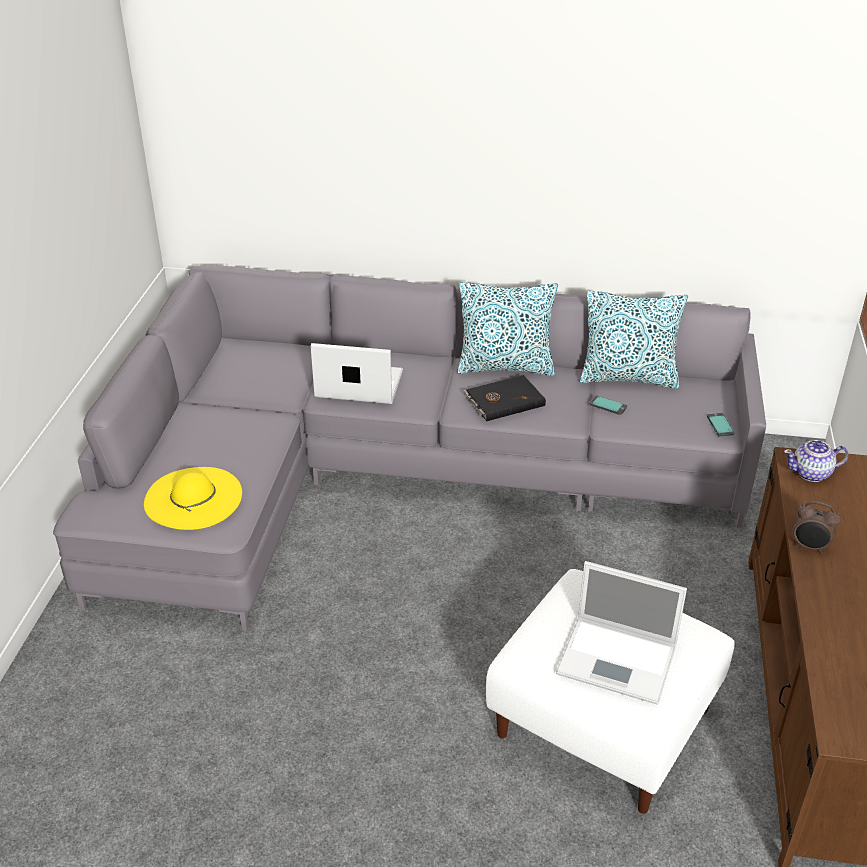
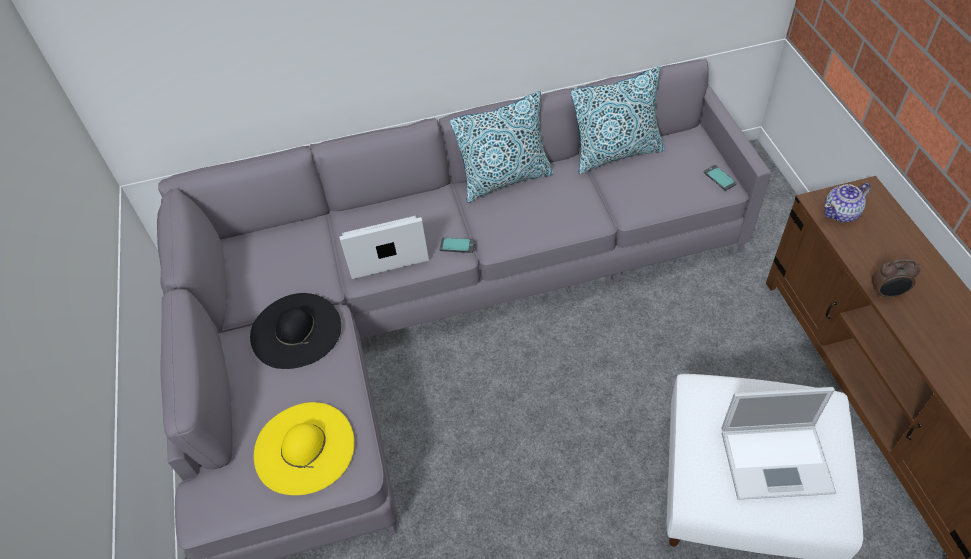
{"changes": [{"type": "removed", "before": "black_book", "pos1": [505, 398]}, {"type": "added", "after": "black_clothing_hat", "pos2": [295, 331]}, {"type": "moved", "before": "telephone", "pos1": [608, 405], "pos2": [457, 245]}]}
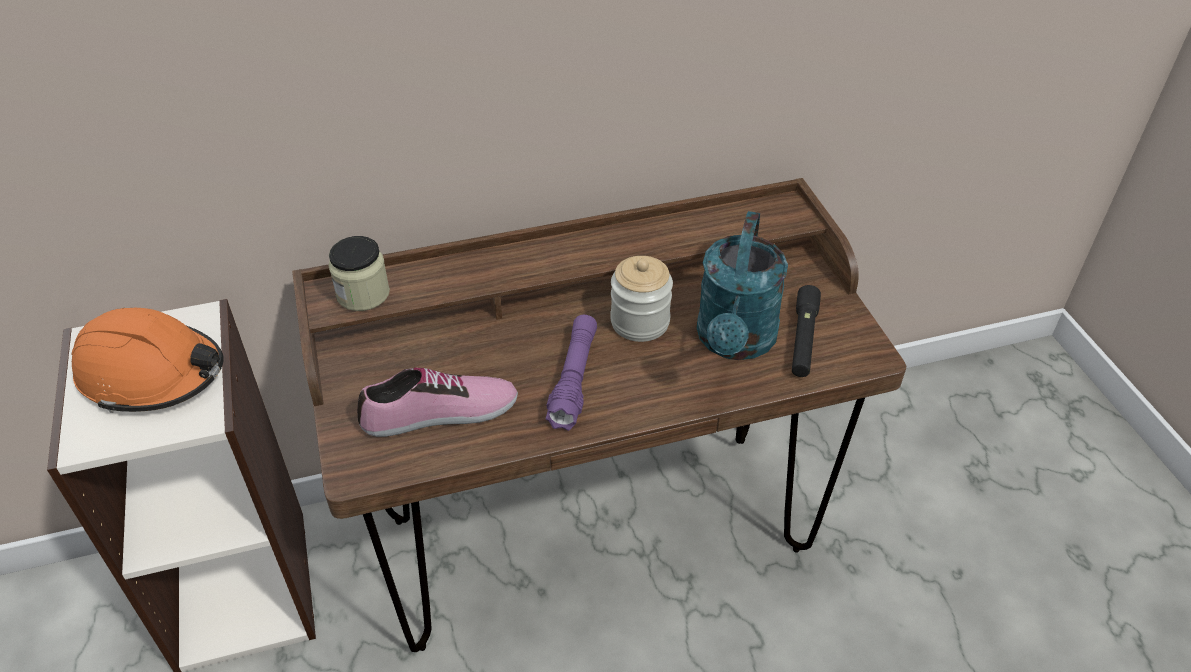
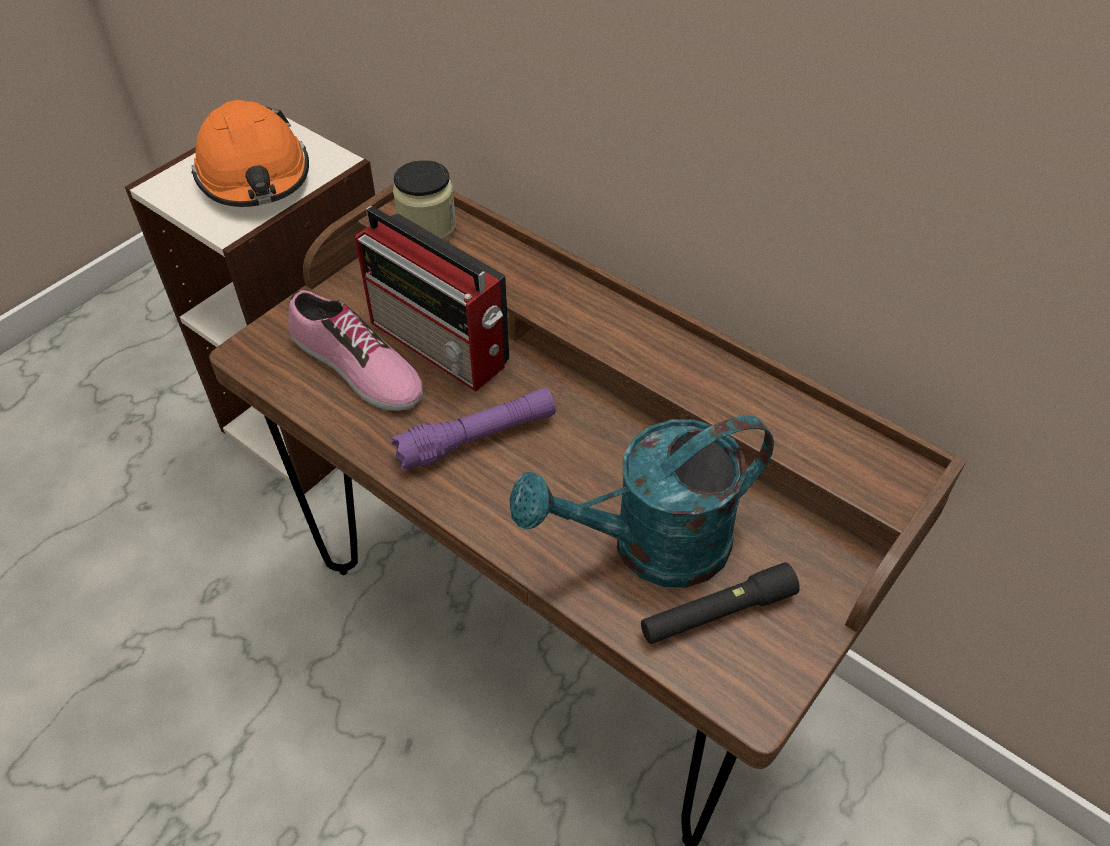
{"changes": [{"type": "removed", "before": "preserve_jar", "pos1": [641, 299]}, {"type": "added", "after": "radio", "pos2": [432, 299]}]}
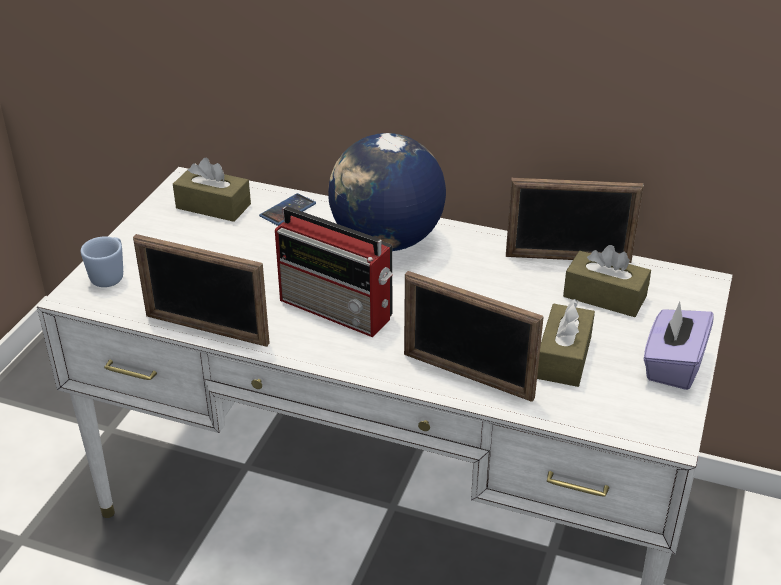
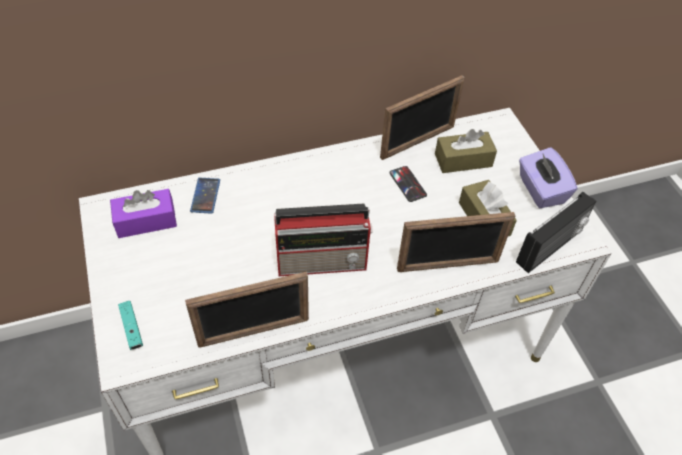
{"changes": [{"type": "removed", "before": "world_globe", "pos1": [387, 192]}, {"type": "added", "after": "telephone", "pos2": [408, 184]}, {"type": "added", "after": "radio", "pos2": [556, 232]}, {"type": "replaced", "before": "bluish_tea_mug", "after": "blue-green_gamepad", "pos1": [102, 261], "pos2": [130, 325]}, {"type": "recoloured", "before": "brown_tissue_box", "after": "purplish_tissue_box", "pos1": [212, 190], "pos2": [143, 213]}]}
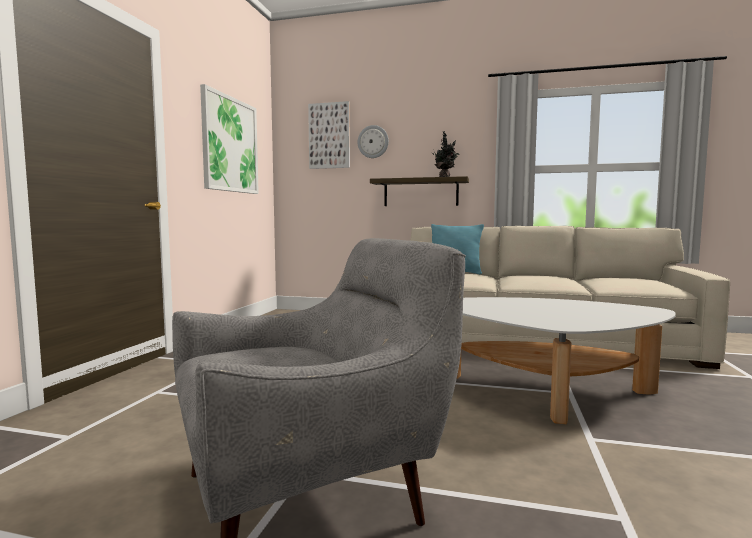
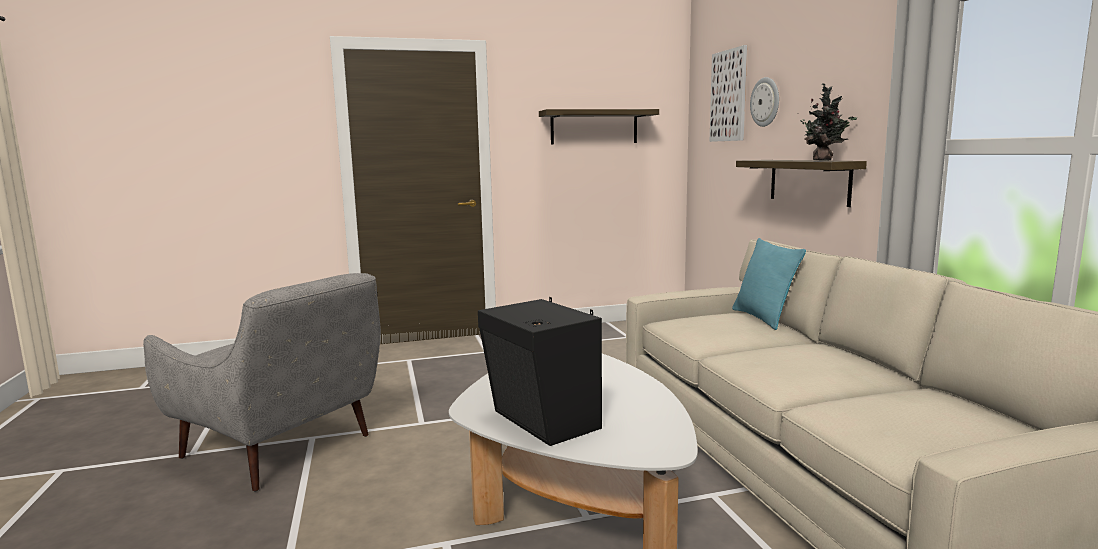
{"changes": [{"type": "added", "after": "black_loudspeaker", "pos2": [540, 371]}, {"type": "replaced", "before": "picture", "after": "shelf", "pos1": [229, 139], "pos2": [599, 127]}]}
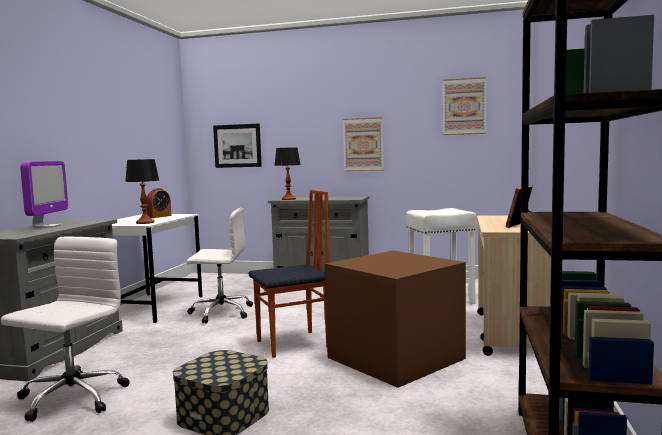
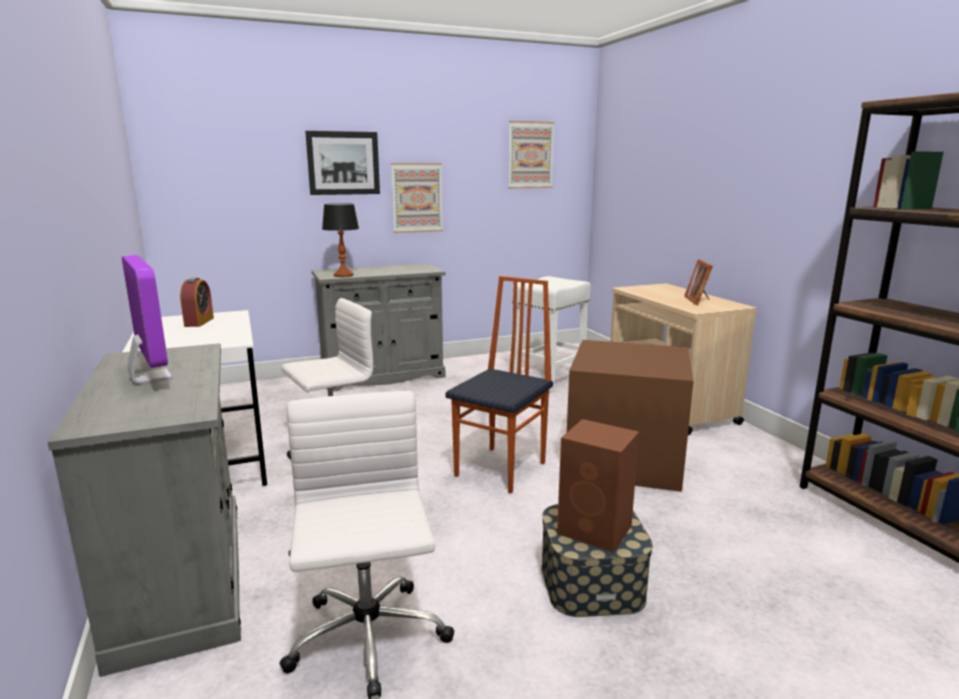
{"changes": [{"type": "removed", "before": "lamp_for_a_table", "pos1": [142, 191]}, {"type": "added", "after": "brown_loudspeaker", "pos2": [598, 486]}, {"type": "moved", "before": "picture", "pos1": [237, 146], "pos2": [342, 163]}]}
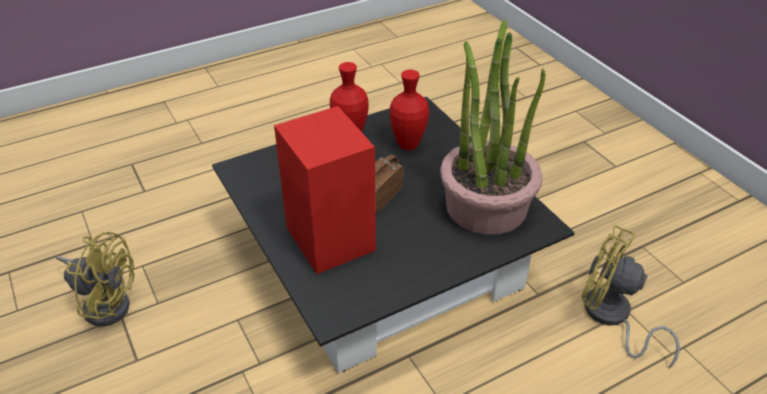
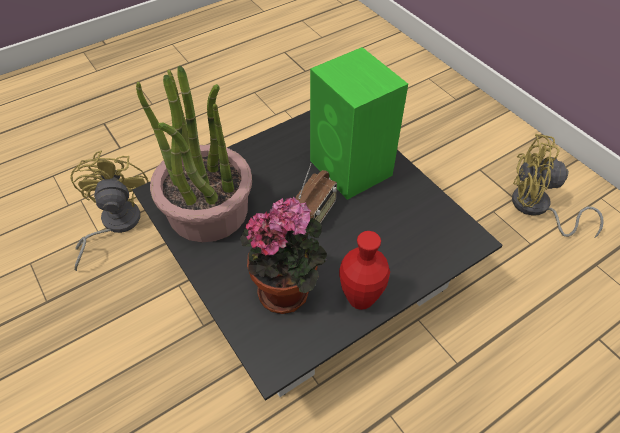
{"changes": [{"type": "replaced", "before": "red_flower_vase", "after": "plant_in_a_pot", "pos1": [409, 110], "pos2": [283, 255]}, {"type": "recoloured", "before": "red_loudspeaker", "after": "green_loudspeaker", "pos1": [325, 190], "pos2": [359, 123]}, {"type": "turned", "before": "yellow-coloured_fan", "pos1": [630, 297], "pos2": [109, 211], "turn": -120}]}
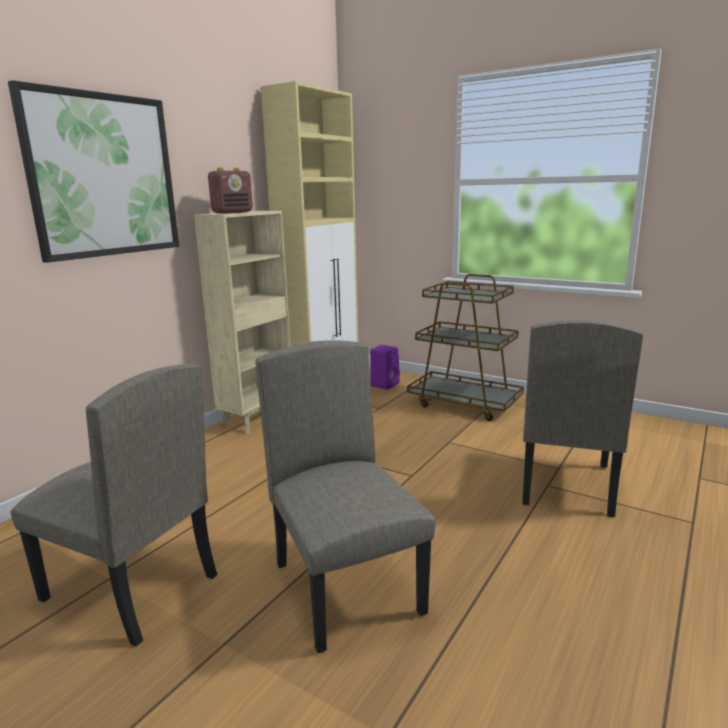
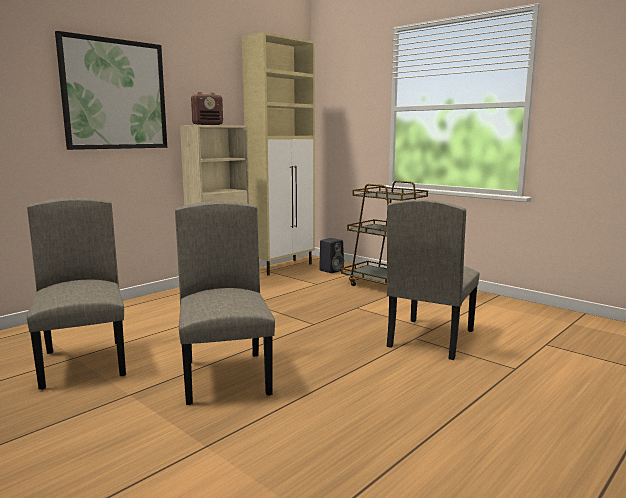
{"changes": [{"type": "recoloured", "before": "purplish_loudspeaker", "after": "black_loudspeaker", "pos1": [385, 367], "pos2": [331, 255]}, {"type": "turned", "before": "beige_upright_chair", "pos1": [113, 505], "pos2": [76, 293], "turn": -150}]}
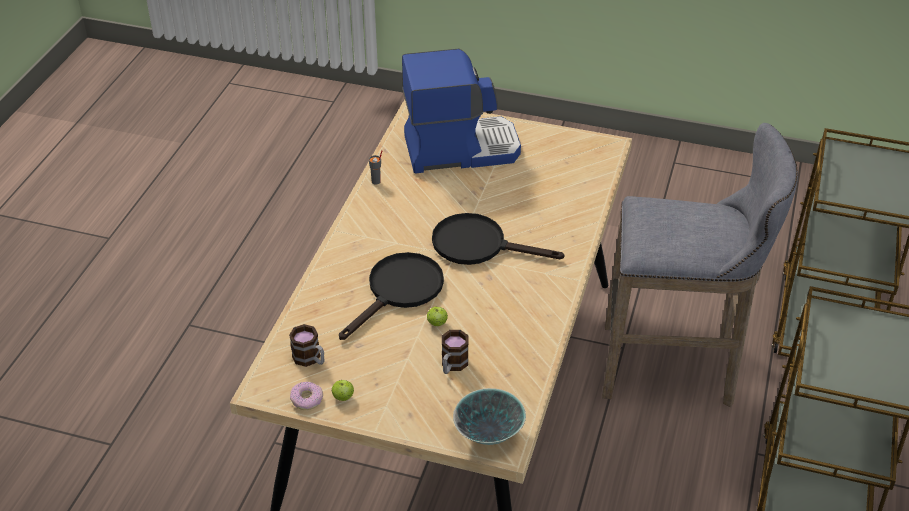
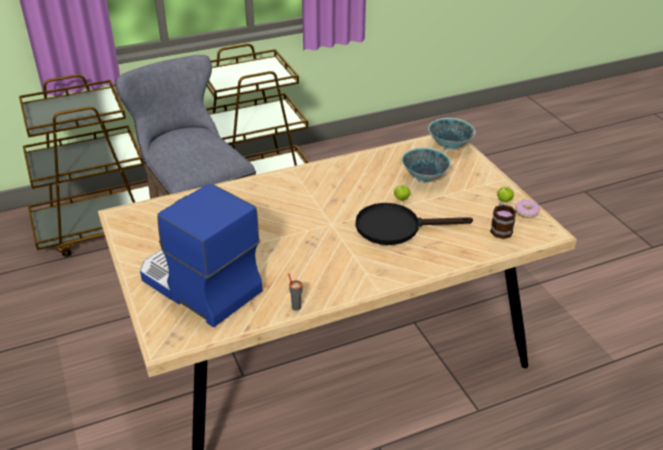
{"changes": [{"type": "removed", "before": "black_skillet", "pos1": [498, 239]}, {"type": "replaced", "before": "tea_mug", "after": "serving_bowl", "pos1": [455, 352], "pos2": [426, 165]}]}
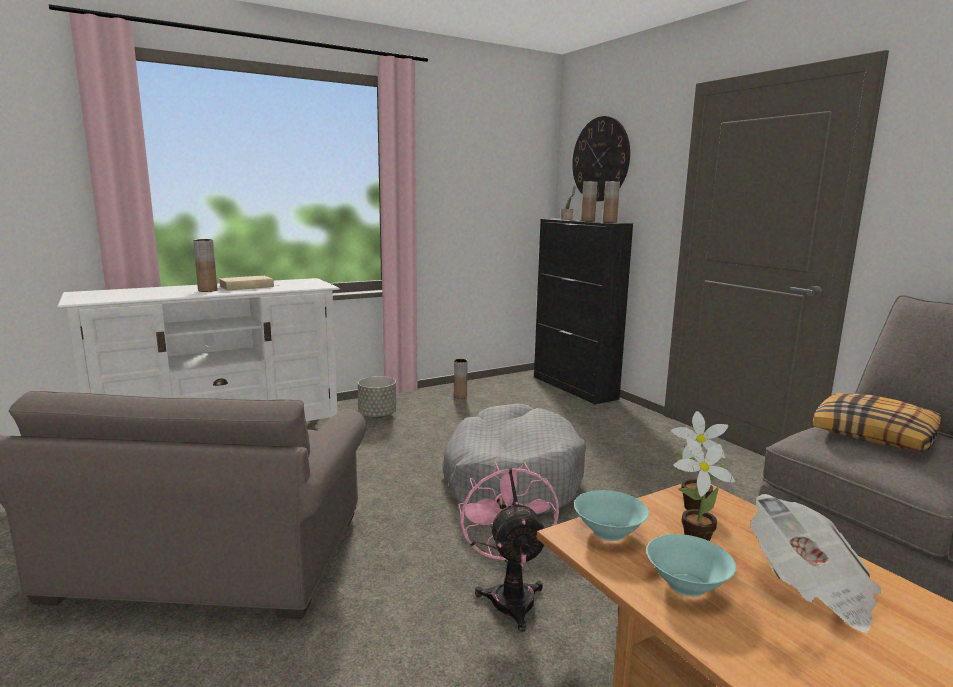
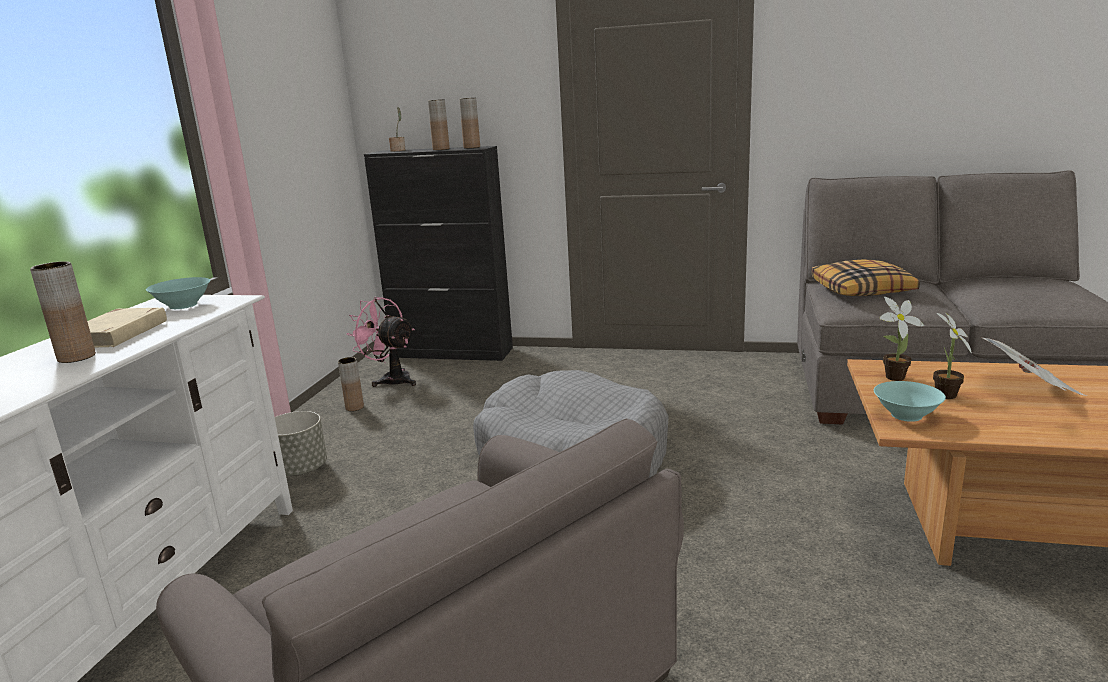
{"changes": [{"type": "removed", "before": "wall_clock", "pos1": [601, 158]}, {"type": "moved", "before": "pink_fan", "pos1": [509, 547], "pos2": [381, 342]}, {"type": "moved", "before": "blue-green_serving_bowl", "pos1": [691, 565], "pos2": [178, 293]}]}
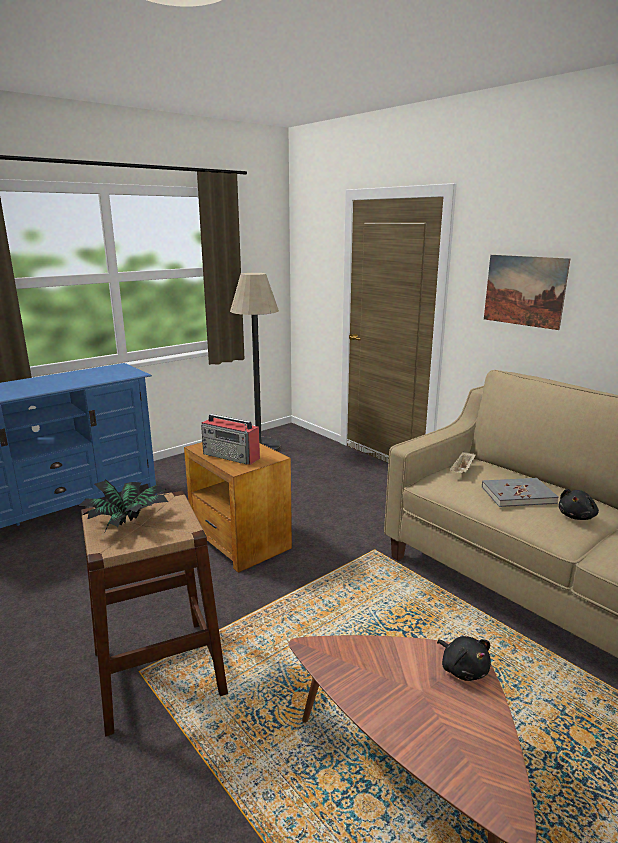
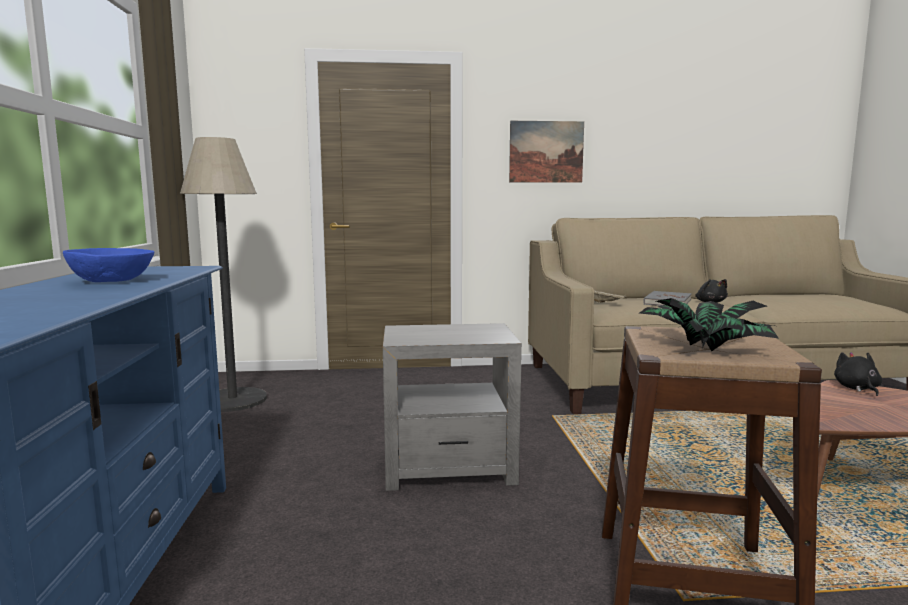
{"changes": [{"type": "removed", "before": "radio", "pos1": [230, 439]}, {"type": "added", "after": "bluish_serving_bowl", "pos2": [108, 265]}, {"type": "recoloured", "before": "brown_accent_table", "after": "grey_accent_table", "pos1": [238, 507], "pos2": [452, 407]}, {"type": "turned", "before": "black_cuddly_toy", "pos1": [464, 658], "pos2": [858, 374], "turn": -90}]}
